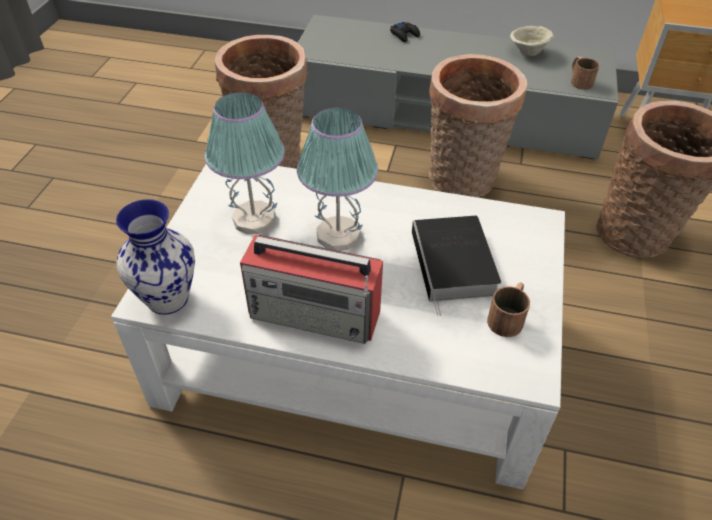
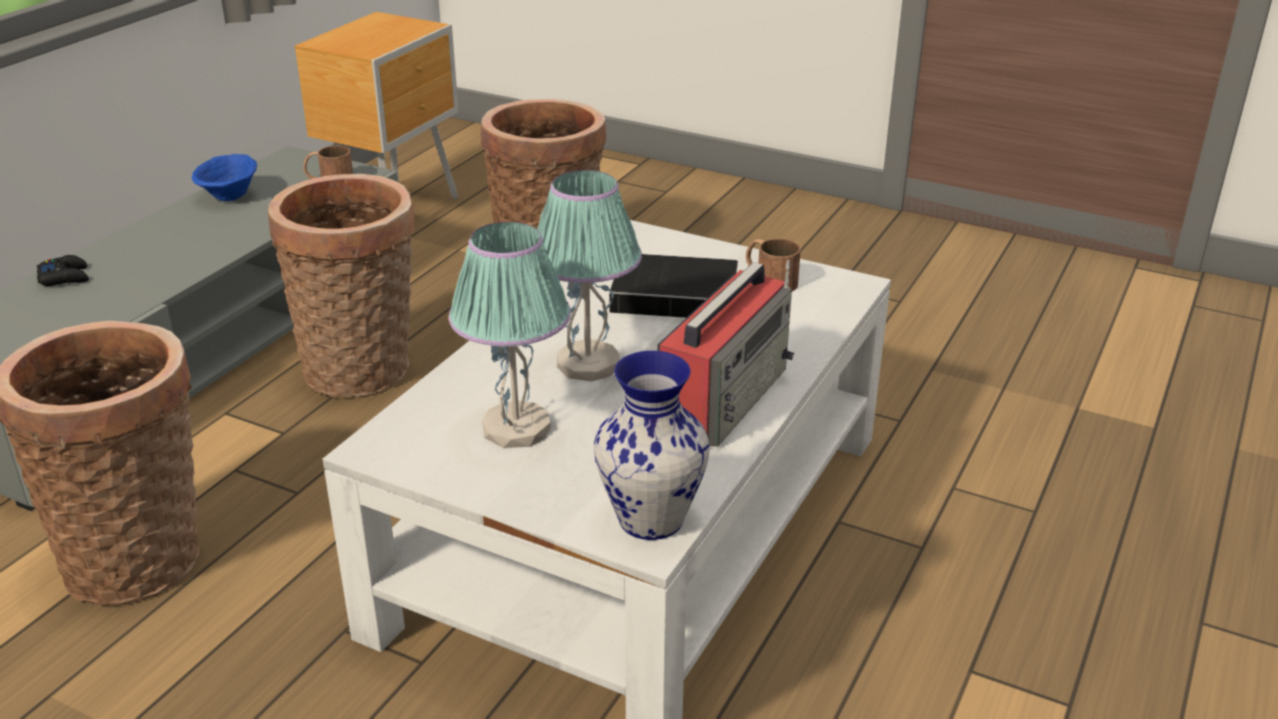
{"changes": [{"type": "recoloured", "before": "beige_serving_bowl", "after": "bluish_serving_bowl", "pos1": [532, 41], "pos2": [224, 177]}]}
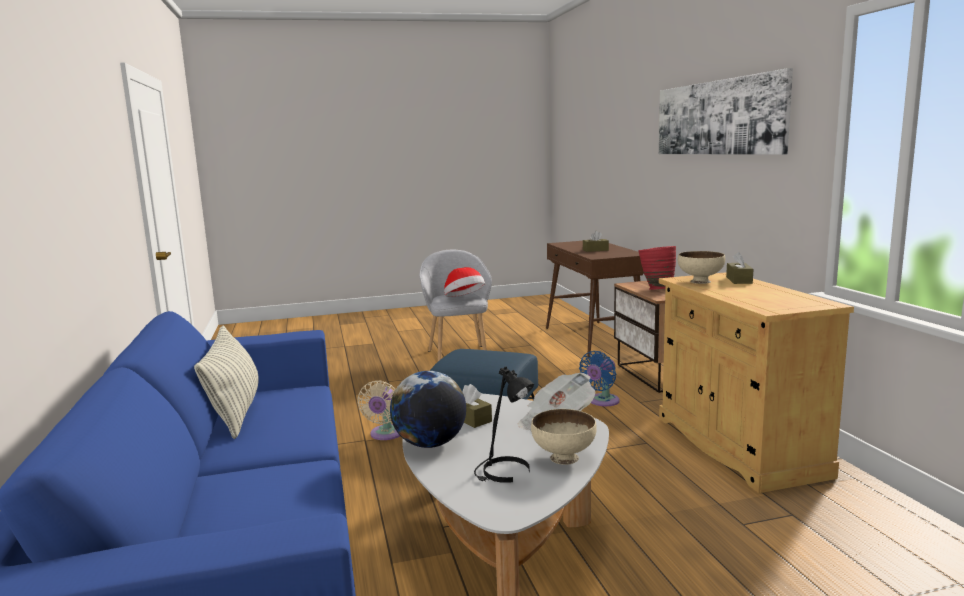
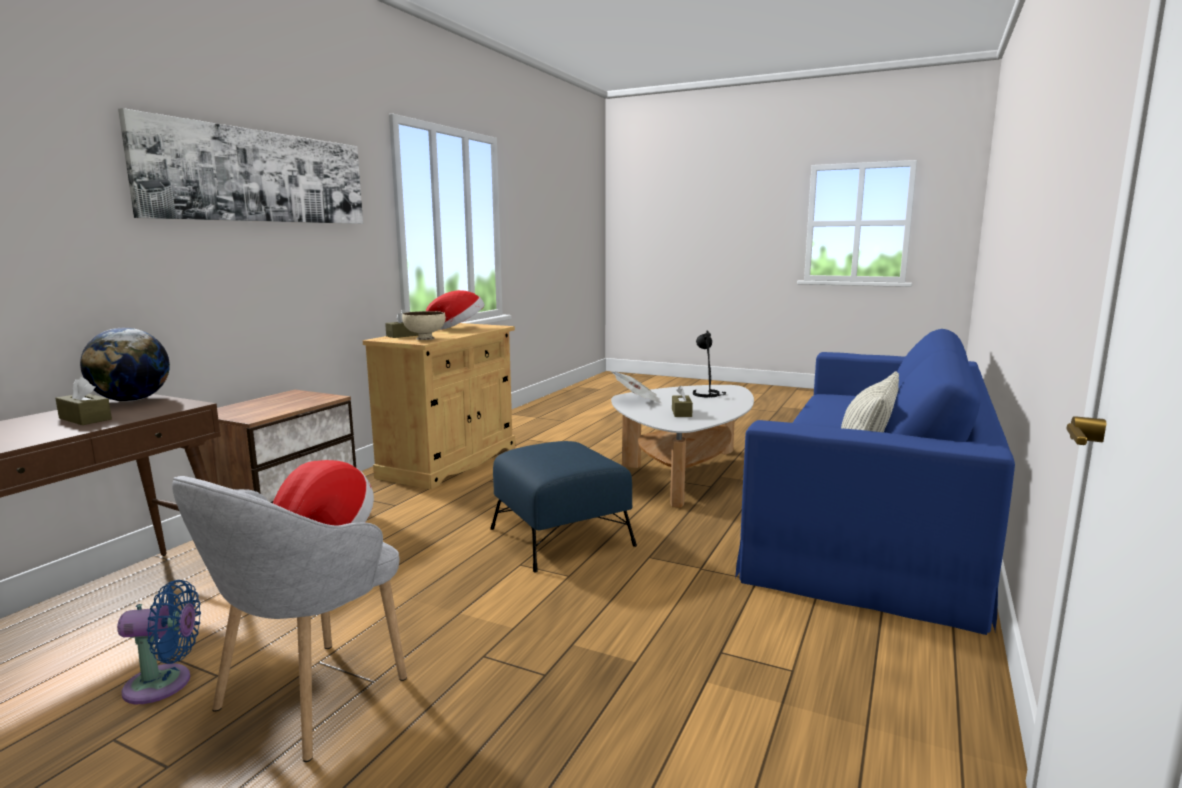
{"changes": [{"type": "removed", "before": "beige_fan", "pos1": [378, 410]}, {"type": "removed", "before": "beige_serving_bowl", "pos1": [564, 437]}, {"type": "removed", "before": "red_flower_vase", "pos1": [657, 268]}, {"type": "added", "after": "clothing_hat", "pos2": [455, 310]}, {"type": "moved", "before": "world_globe", "pos1": [428, 409], "pos2": [125, 365]}, {"type": "moved", "before": "bluish_fan", "pos1": [599, 378], "pos2": [159, 642]}]}
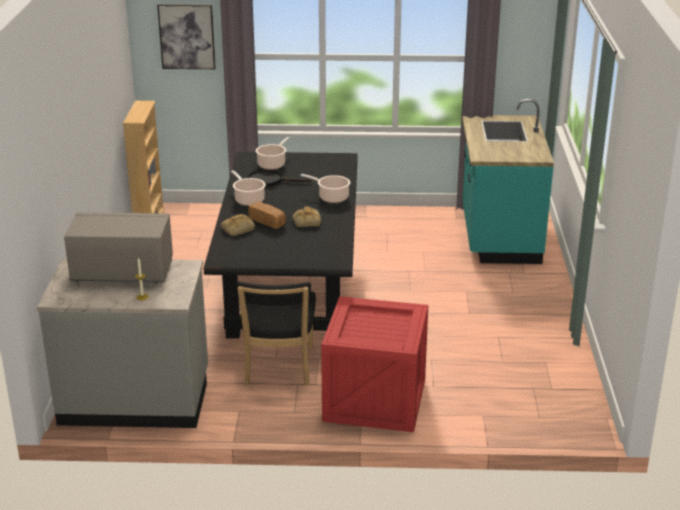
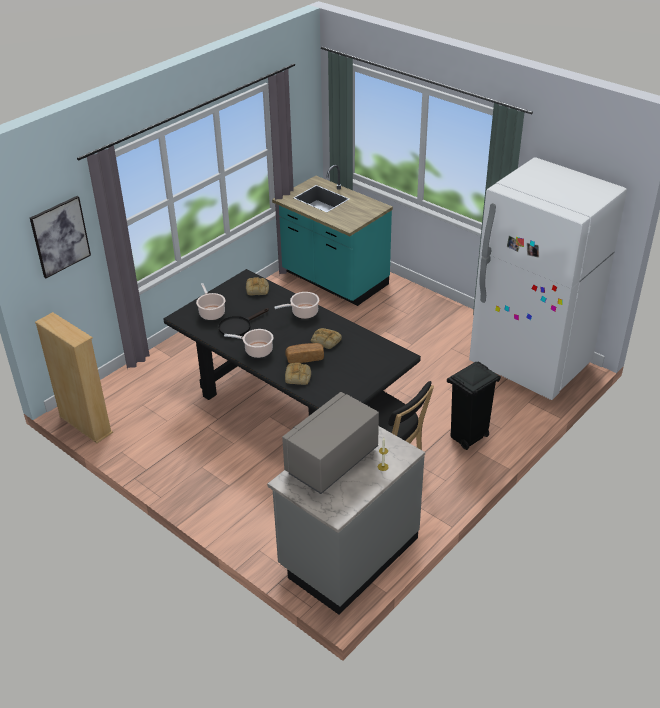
{"changes": [{"type": "added", "after": "bread", "pos2": [257, 286]}, {"type": "added", "after": "white-coloured_fridge", "pos2": [548, 278]}, {"type": "replaced", "before": "packing_crate", "after": "black_waste_bin", "pos1": [374, 364], "pos2": [474, 405]}]}
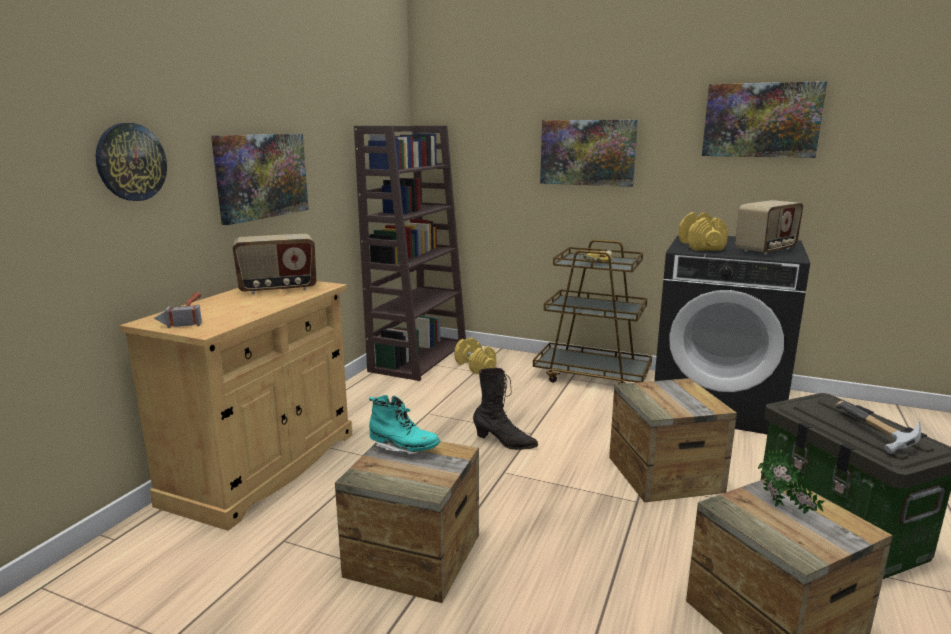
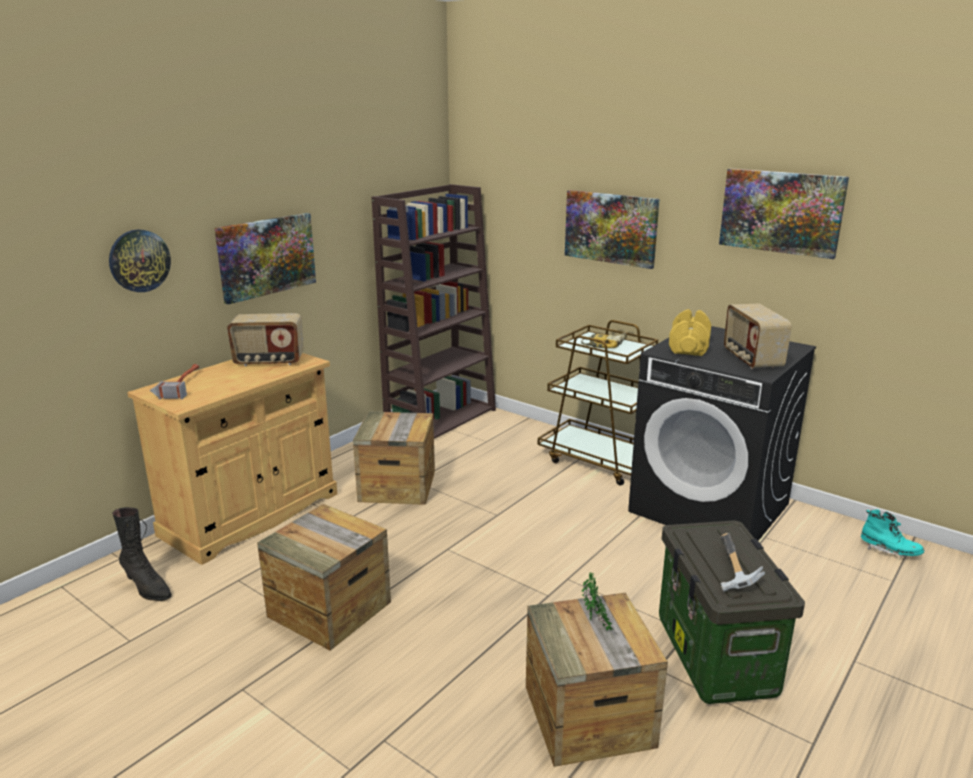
{"changes": [{"type": "removed", "before": "yellow-coloured_dumbbell", "pos1": [475, 355]}, {"type": "moved", "before": "blue-green_tall_boot", "pos1": [405, 425], "pos2": [892, 533]}, {"type": "moved", "before": "black_tall_boot", "pos1": [505, 409], "pos2": [142, 554]}, {"type": "moved", "before": "packing_crate", "pos1": [673, 440], "pos2": [394, 458]}, {"type": "turned", "before": "radio", "pos1": [769, 227], "pos2": [758, 336], "turn": 105}]}
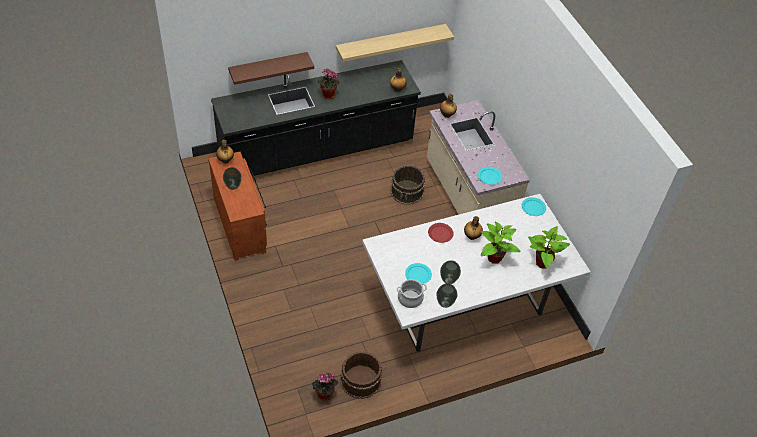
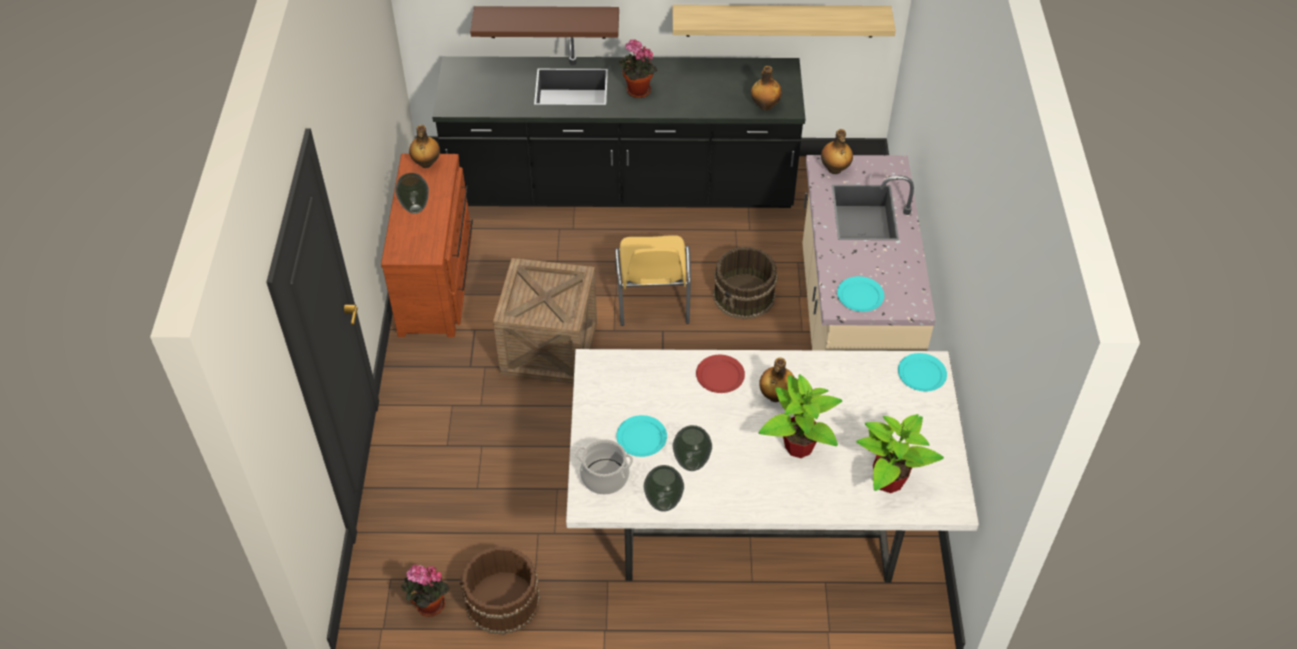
{"changes": [{"type": "added", "after": "packing_crate", "pos2": [545, 321]}, {"type": "added", "after": "yellow-coloured_upright_chair", "pos2": [653, 280]}]}
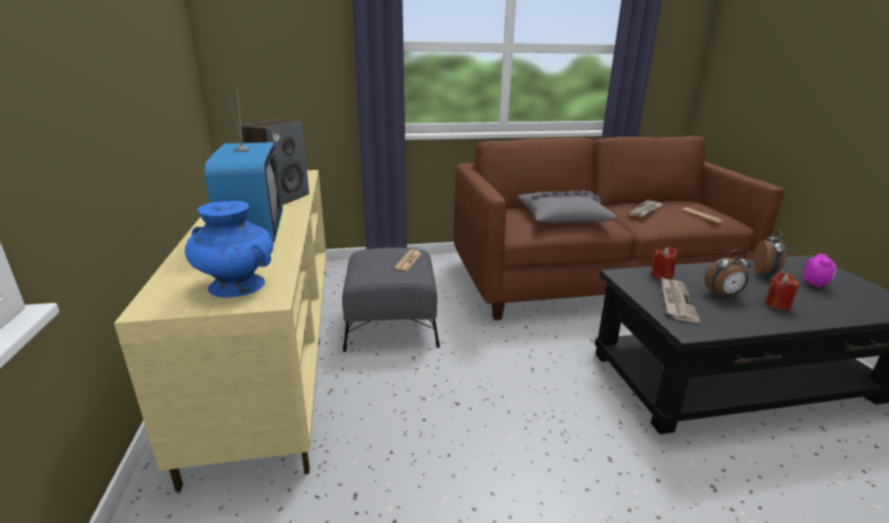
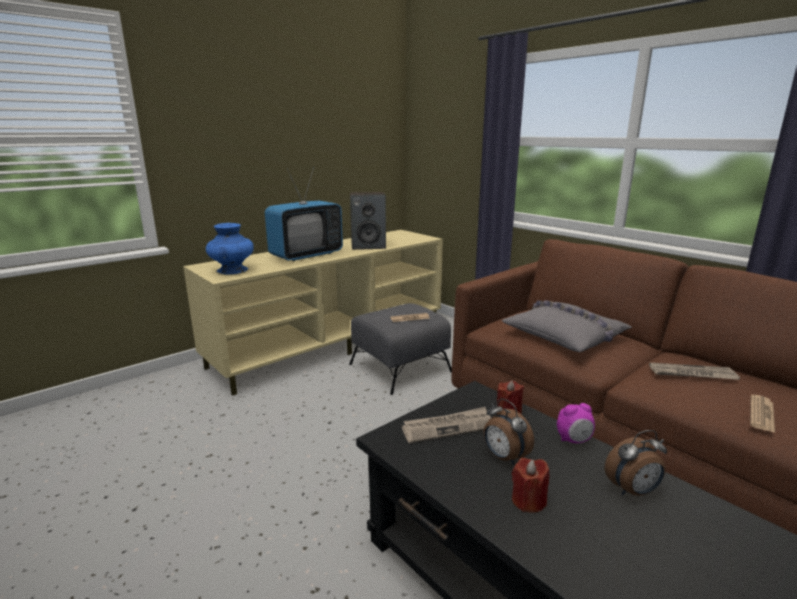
{"changes": [{"type": "moved", "before": "bedside_clock", "pos1": [820, 271], "pos2": [576, 423]}]}
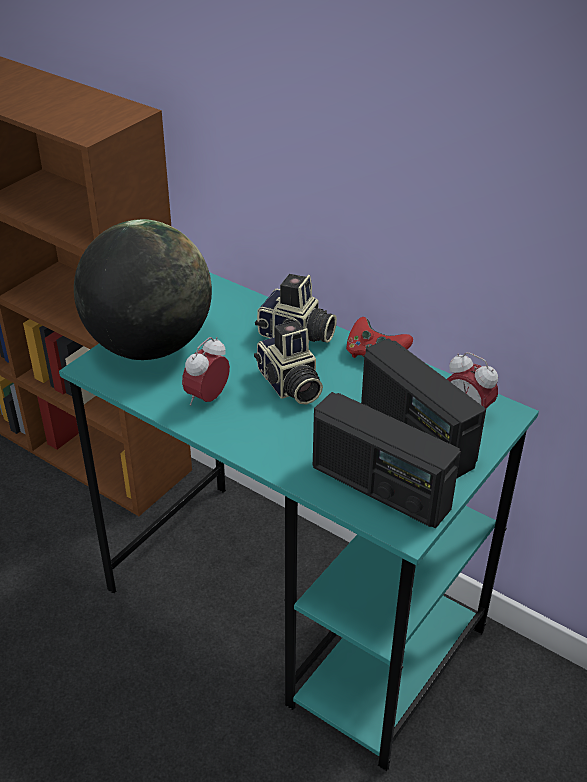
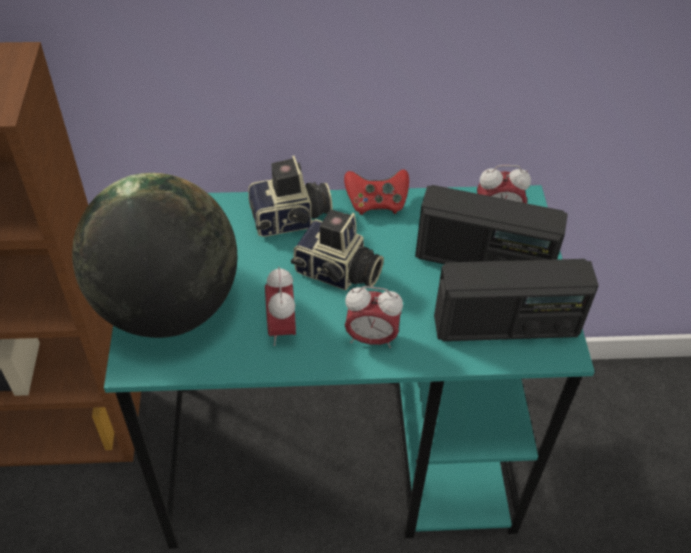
{"changes": [{"type": "added", "after": "bedside_clock", "pos2": [374, 317]}]}
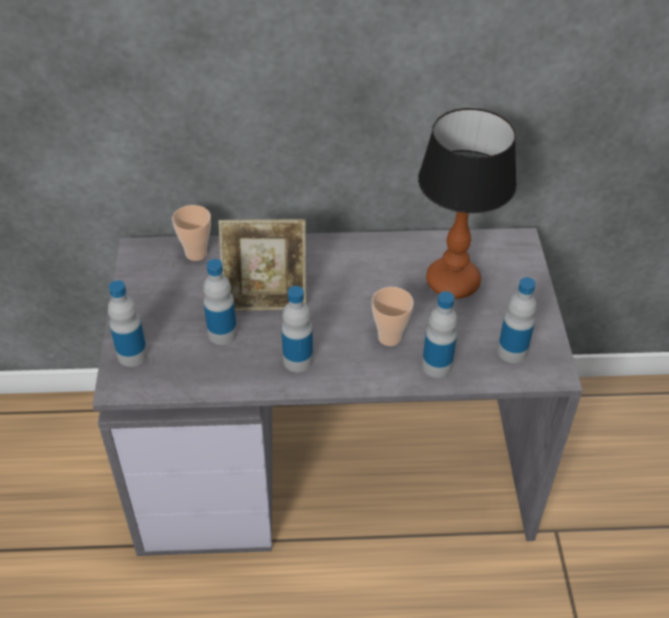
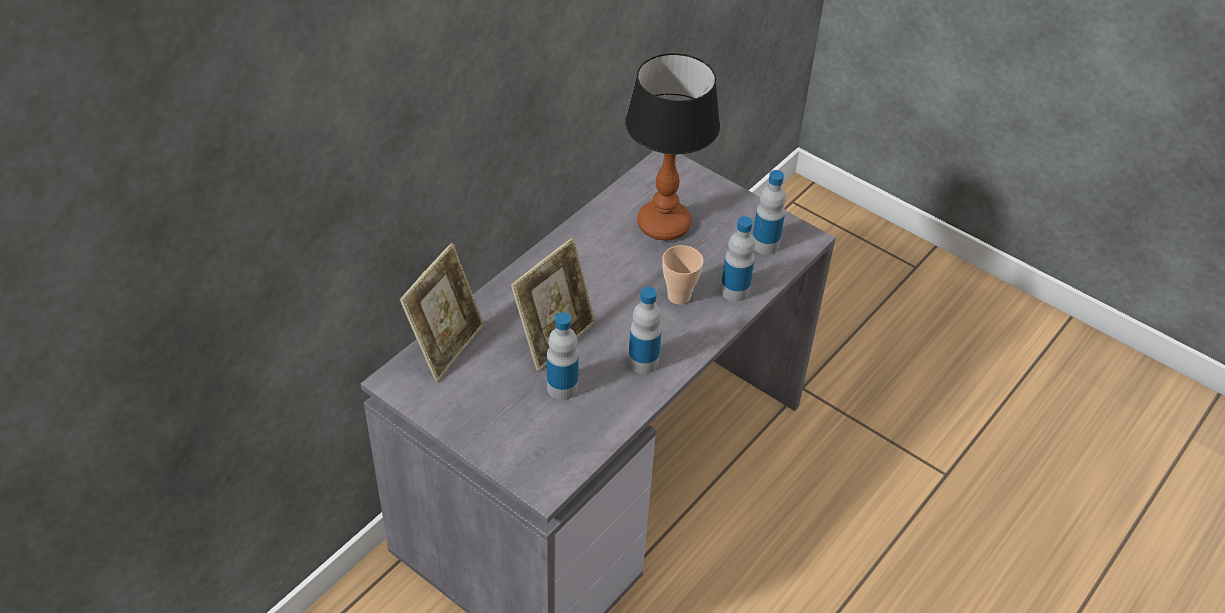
{"changes": [{"type": "removed", "before": "drink_bottle", "pos1": [128, 323]}, {"type": "replaced", "before": "drinking_cup", "after": "standing_frame", "pos1": [191, 233], "pos2": [442, 312]}]}
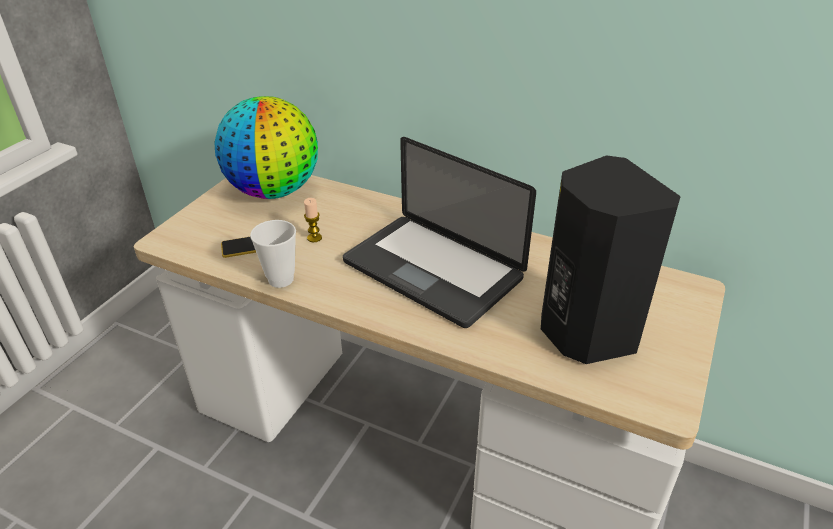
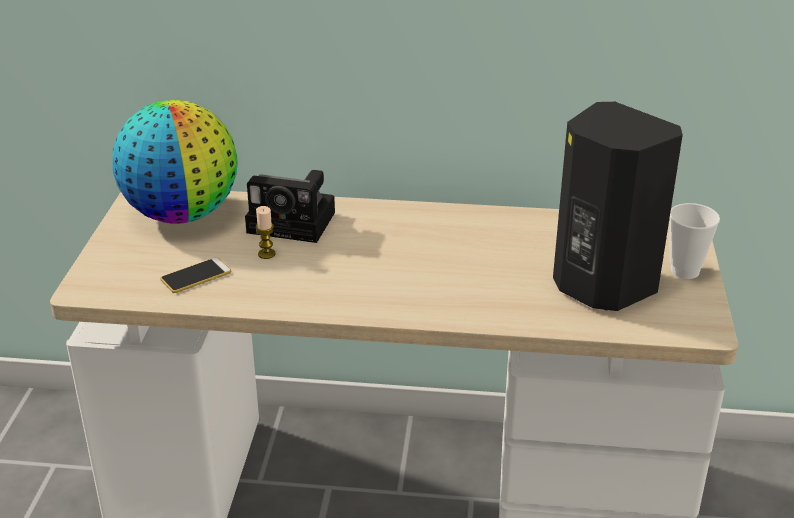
{"changes": [{"type": "removed", "before": "portable_computer", "pos1": [439, 232]}, {"type": "added", "after": "photo_camera", "pos2": [290, 206]}, {"type": "moved", "before": "drinking_cup", "pos1": [273, 254], "pos2": [694, 241]}]}
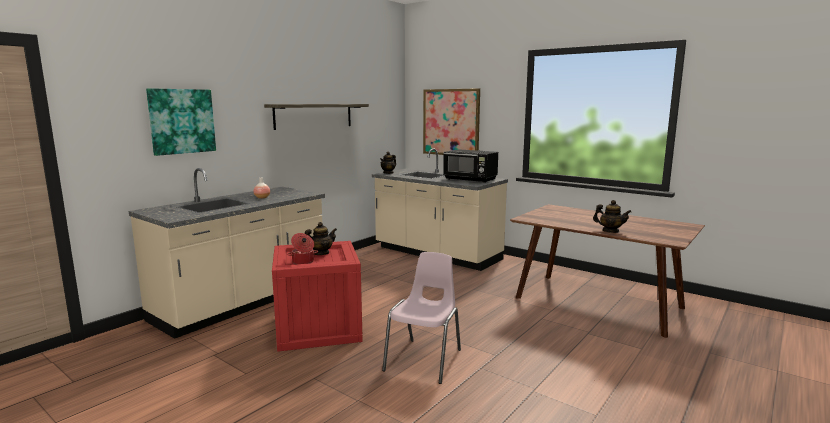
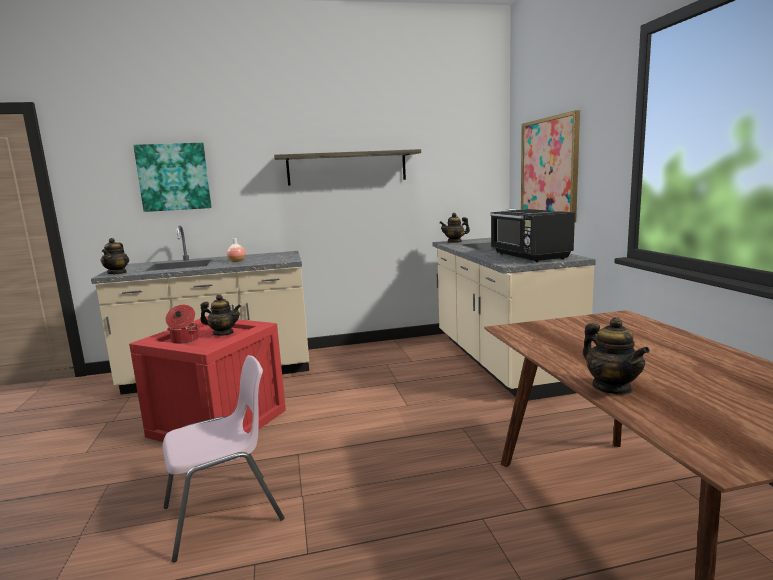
{"changes": [{"type": "added", "after": "teapot", "pos2": [114, 256]}]}
